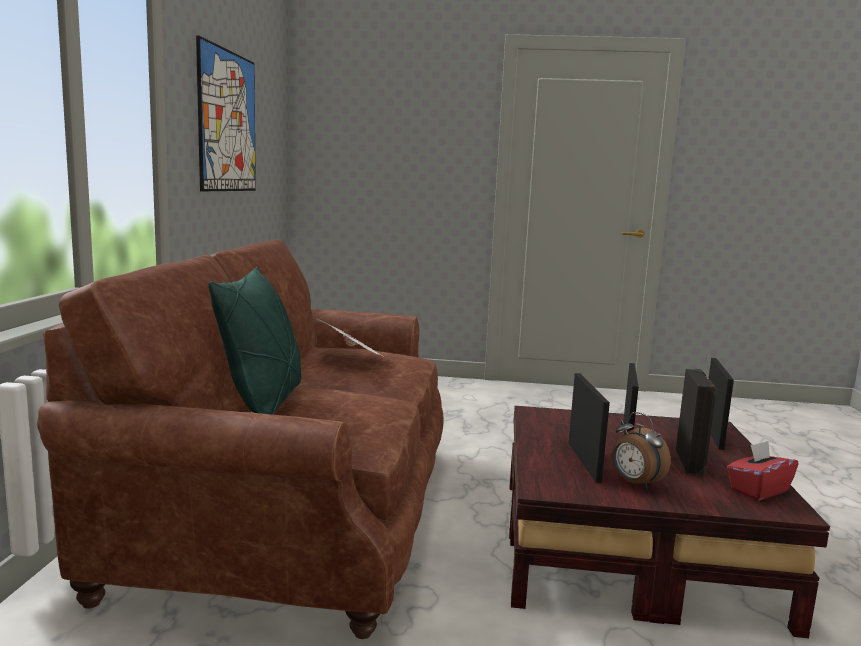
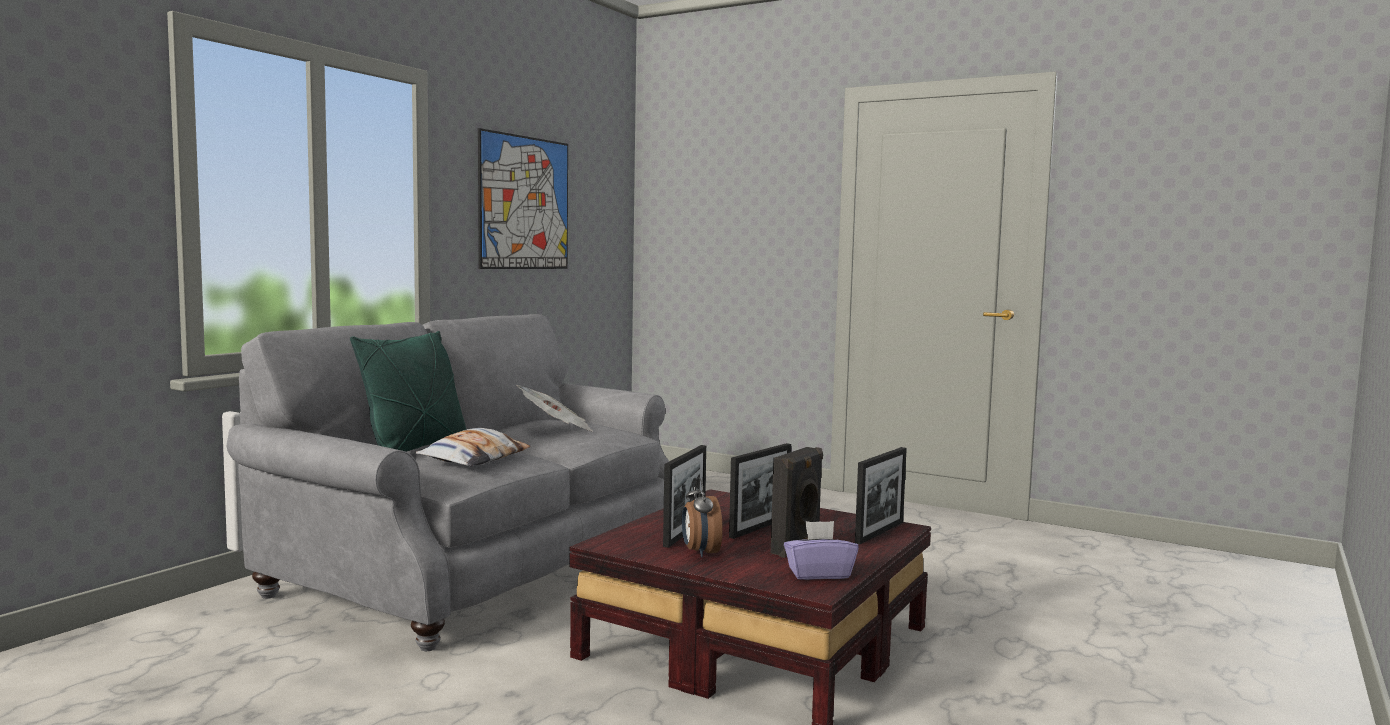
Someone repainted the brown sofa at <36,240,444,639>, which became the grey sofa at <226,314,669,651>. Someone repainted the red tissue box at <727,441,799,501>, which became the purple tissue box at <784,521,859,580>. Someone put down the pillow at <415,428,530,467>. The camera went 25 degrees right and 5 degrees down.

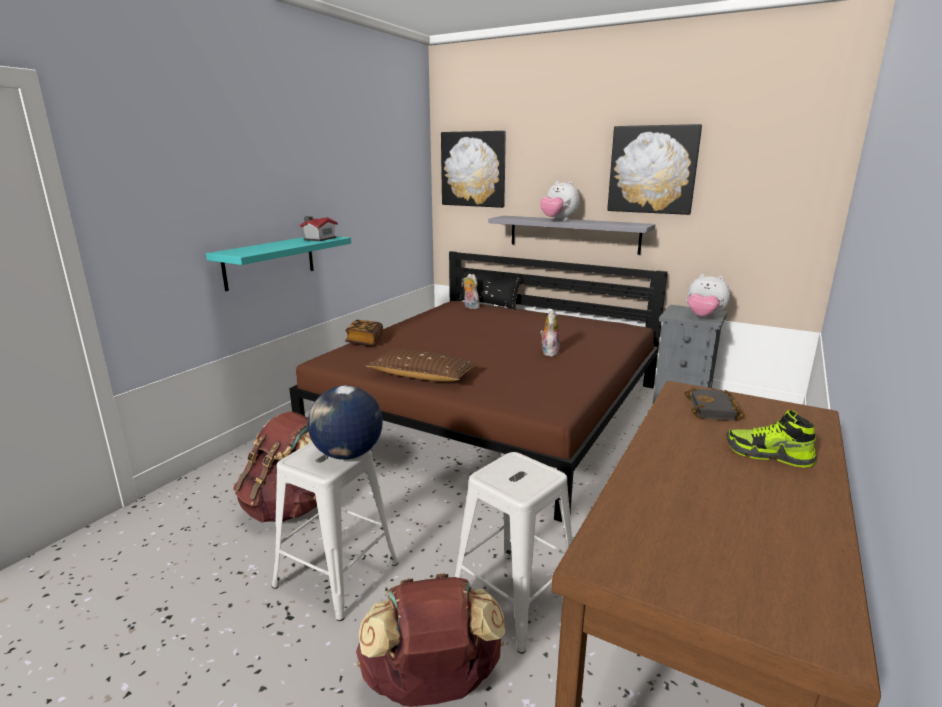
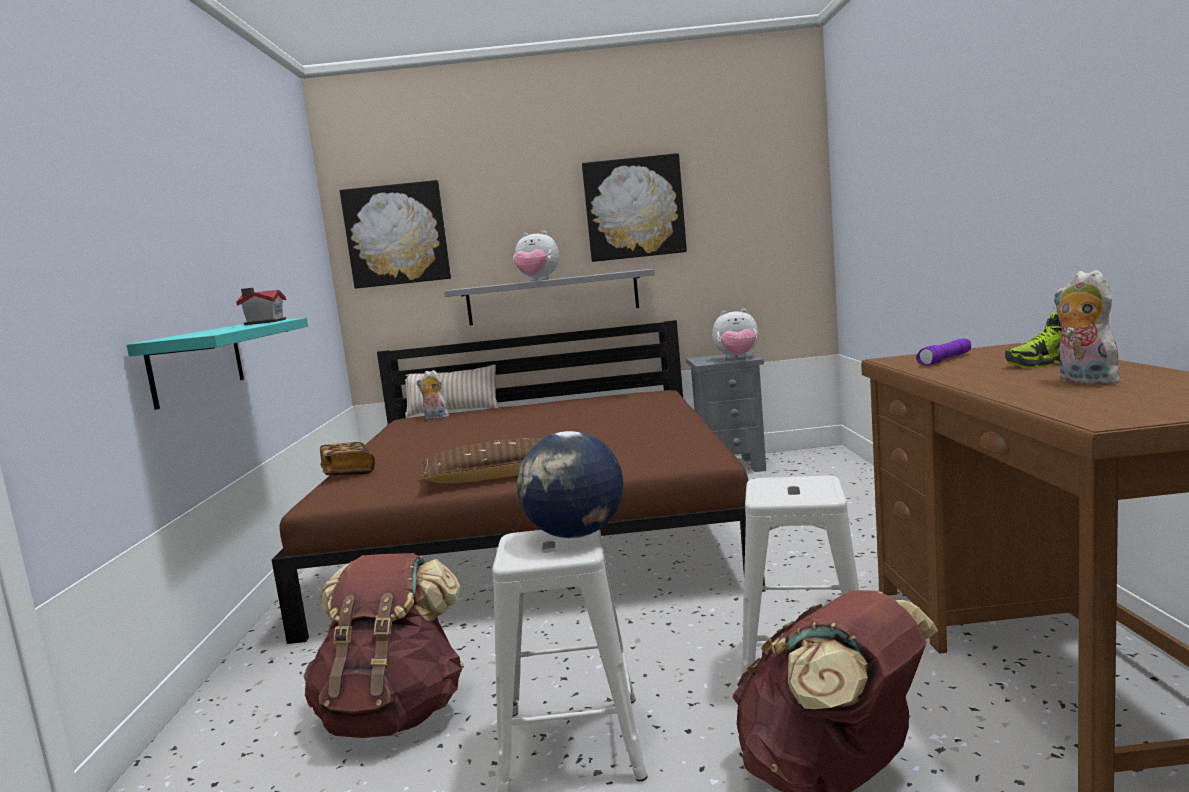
Someone repainted the black pillow at <458,271,522,310>, which became the beige pillow at <405,364,499,417>. Someone carried the plush toy from <540,309,560,357> to <1053,270,1122,385>. Someone swapped the black book at <684,388,744,421> for the purple flashlight at <916,338,971,365>. The camera went 30 degrees left and 10 degrees down.

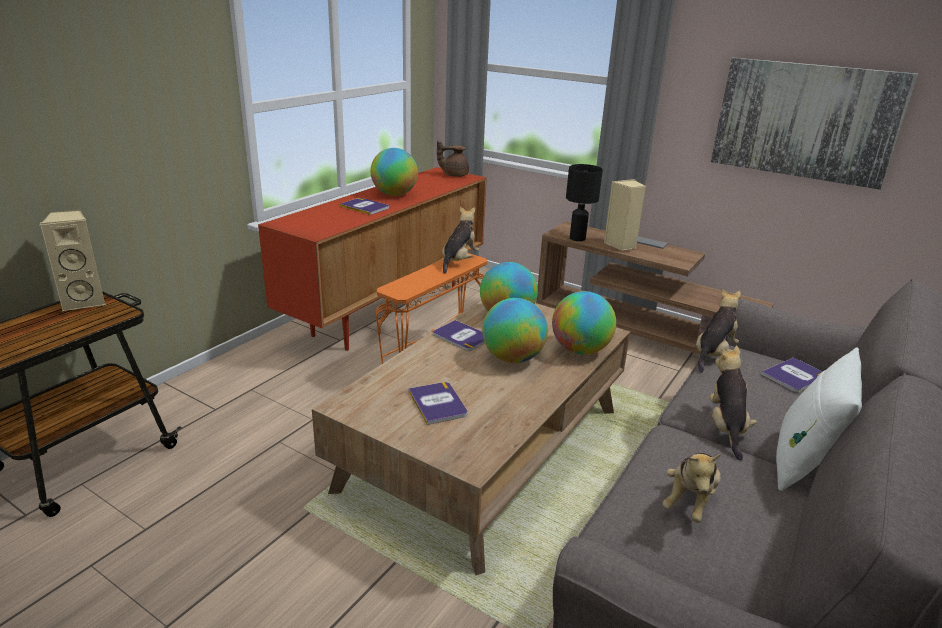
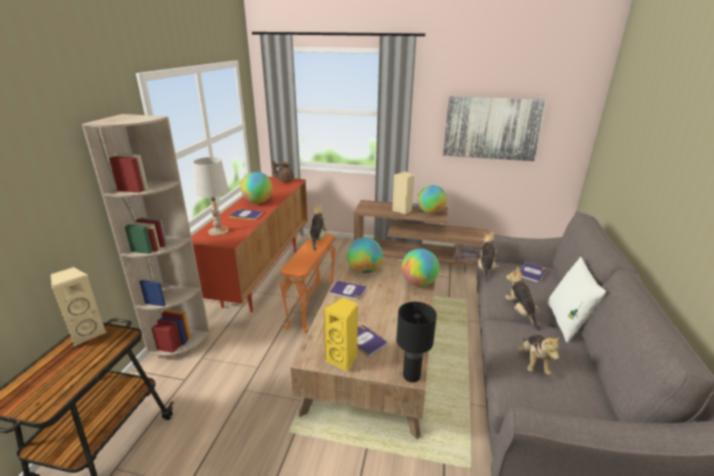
Someone carried the globe from <482,298,548,363> to <418,185,447,214>. Someone carried the black table lamp from <566,164,603,241> to <396,302,437,382>. Someone put down the beige bookcase at <82,114,210,356>. Someone put down the white table lamp at <193,157,229,236>. Someone put down the yellow speaker at <323,297,358,372>. The camera went 20 degrees left and 0 degrees up.

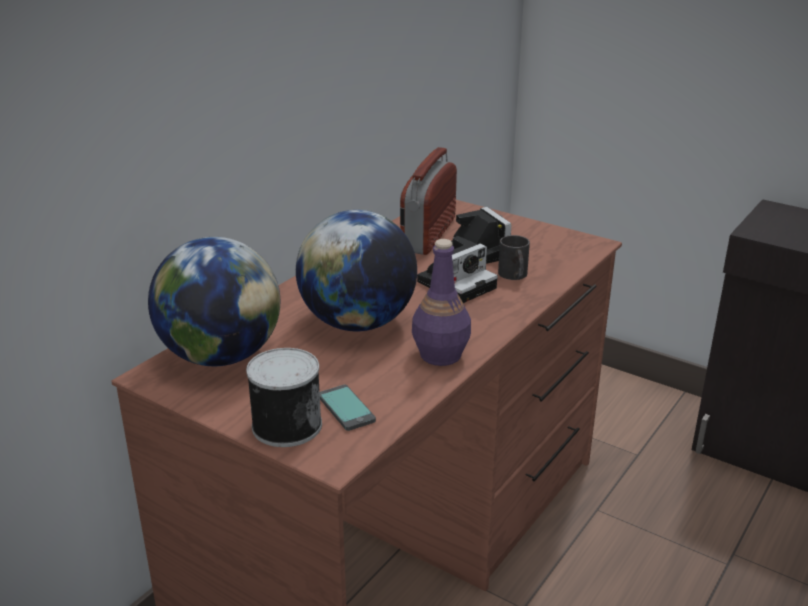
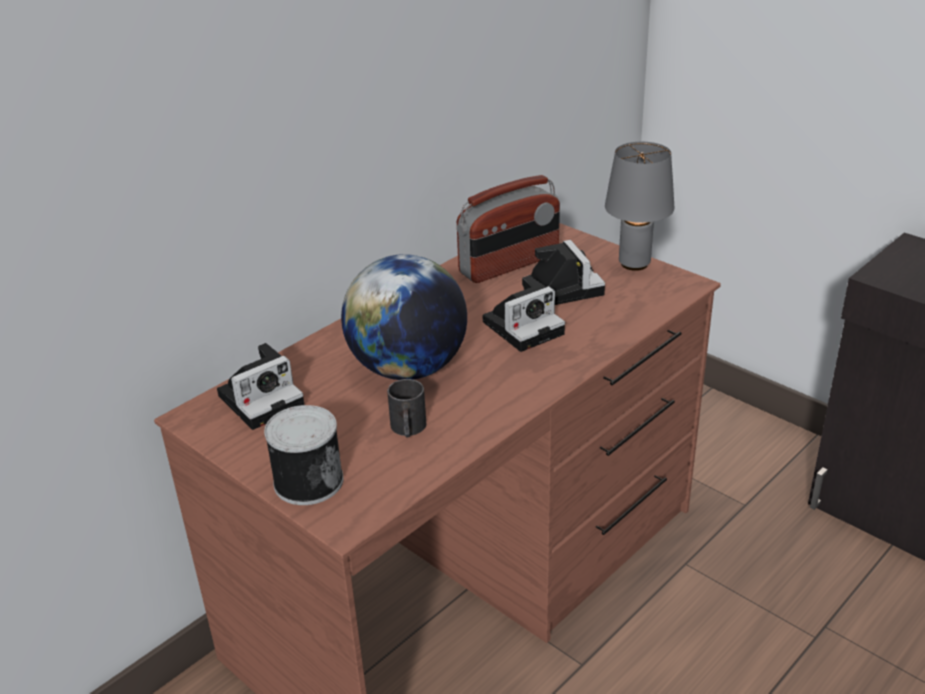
Someone swapped the globe at <148,237,280,366> for the photo camera at <217,343,304,430>. Someone took away the phone at <320,385,376,431>. Someone rotated the radio at <400,147,457,255> by 150 degrees counterclockwise. Someone took away the purple bottle at <412,239,471,366>. Someone carried the black mug from <498,235,530,280> to <387,379,426,438>. Someone put down the grey table lamp at <605,142,674,271>. The camera went 10 degrees right and 5 degrees up.

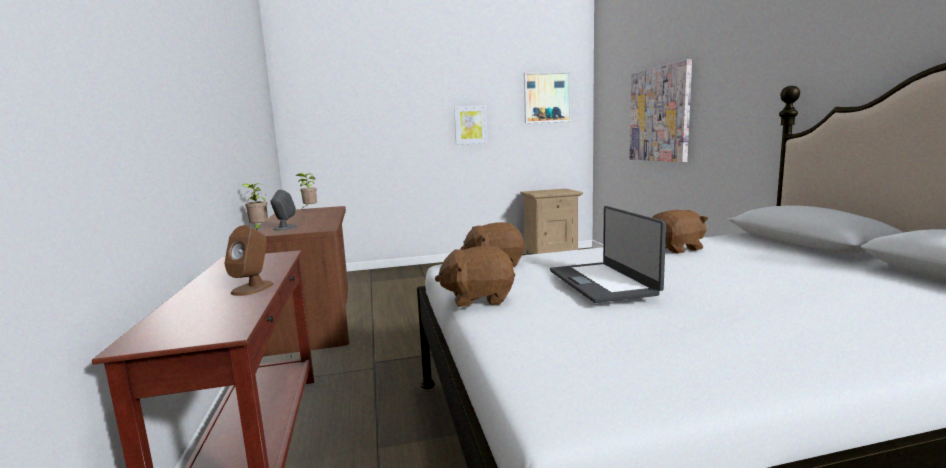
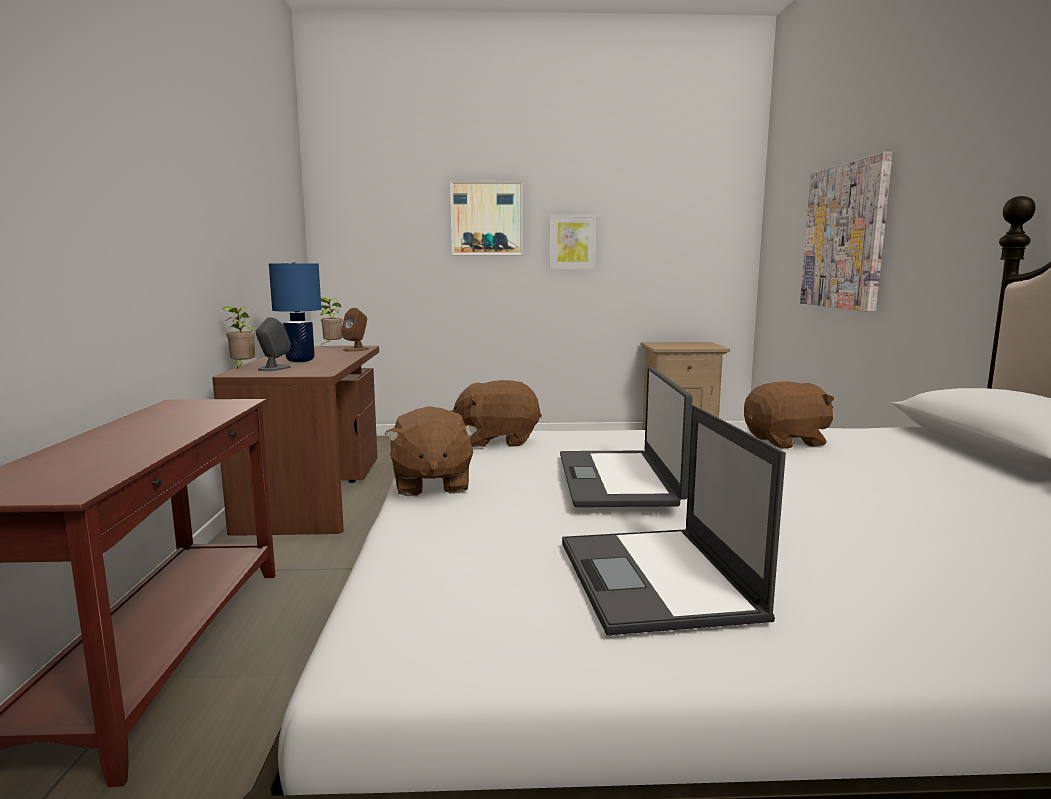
Someone carried the brown speaker from <224,225,273,296> to <341,308,369,352>. Someone rotated the brown plush toy at <435,246,515,307> by 105 degrees counterclockwise. Someone carried the picture from <524,72,571,123> to <450,180,523,255>. Someone put down the blue table lamp at <269,262,321,362>. Someone put down the laptop at <562,405,786,636>. The camera went 10 degrees right and 0 degrees up.

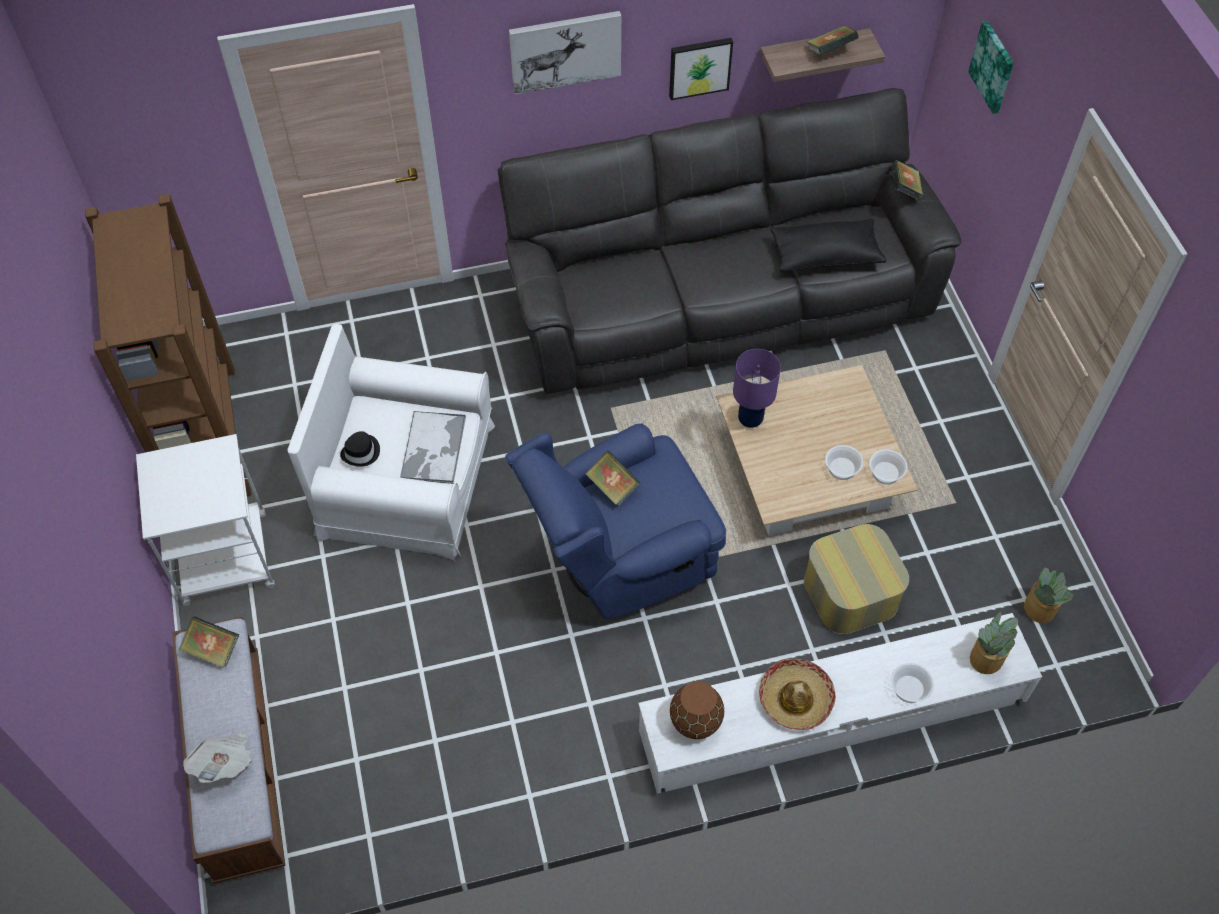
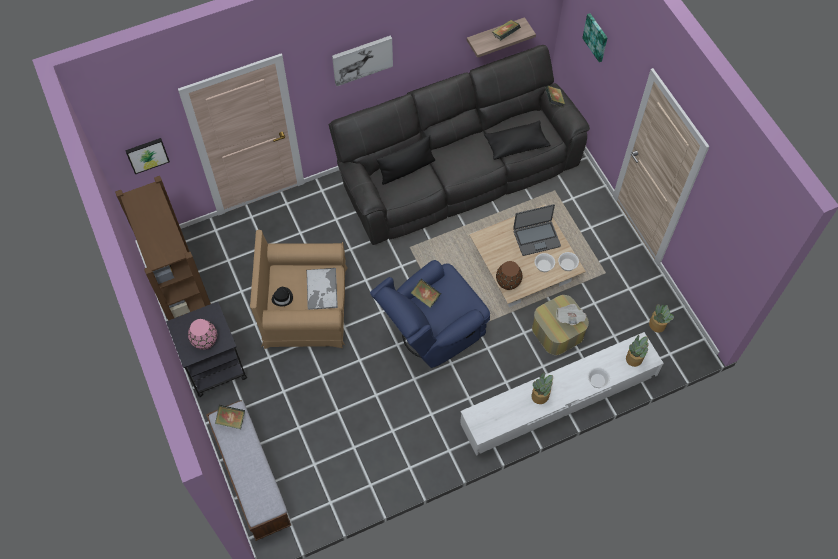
Someone repainted the white cart at <136,434,275,606>, which became the black cart at <166,302,247,398>. Someone carried the newspaper from <183,733,252,783> to <556,304,586,325>. Someone repainted the white armchair at <287,324,495,561>, which became the brown armchair at <250,230,348,349>. Someone carried the picture from <669,38,733,100> to <125,138,170,174>. Someone carried the brown vase from <670,681,724,739> to <496,261,522,290>. Someone took away the purple table lamp at <733,349,781,428>. Someone swapped the hat at <759,659,836,730> for the potted plant at <531,372,553,404>. Someone put down the pink vase at <188,319,217,349>. Someone put down the black pillow at <377,135,435,185>. Someone put down the laptop at <513,204,561,256>. The camera went 10 degrees left and 5 degrees up.

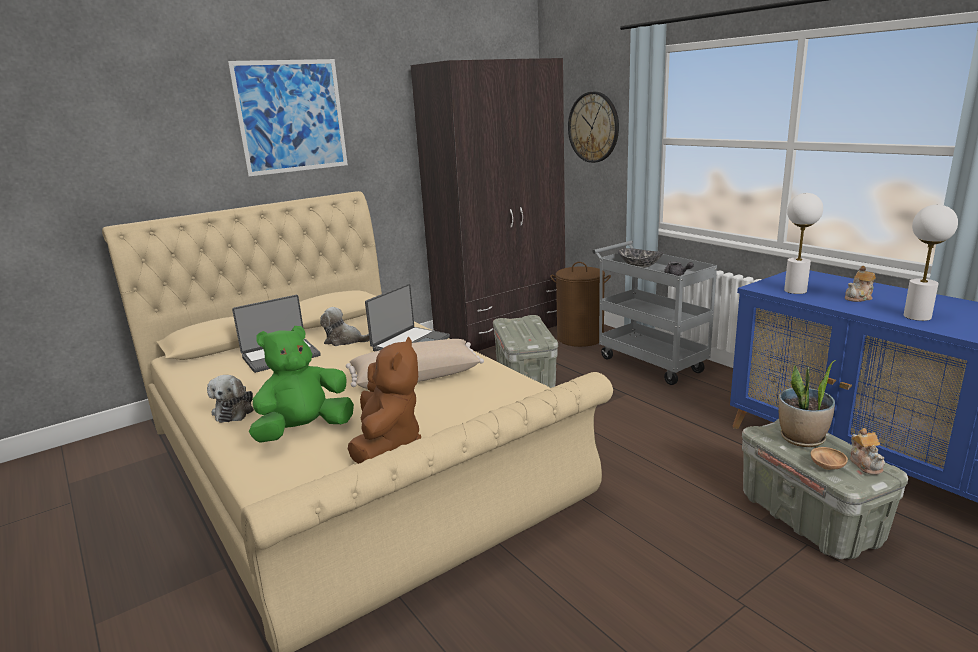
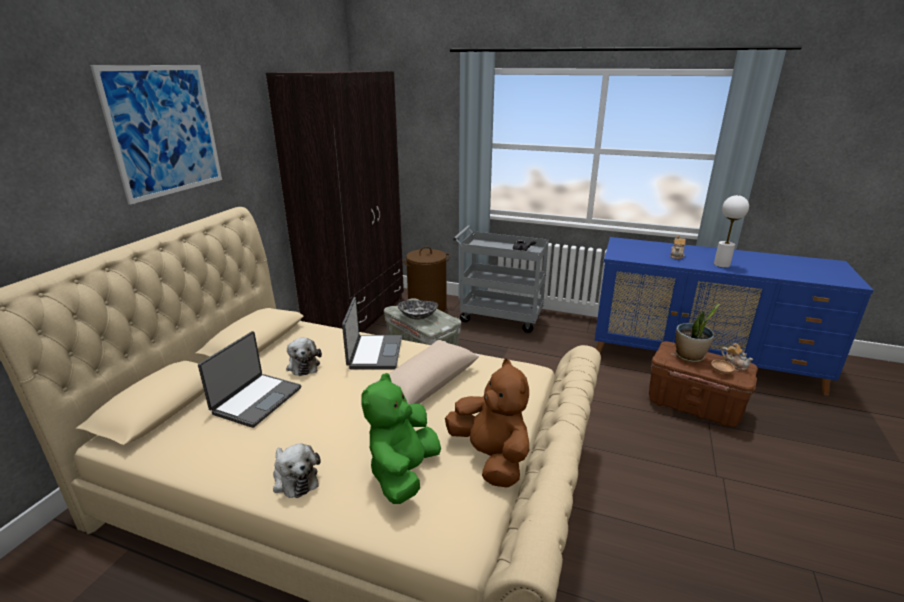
Someone rotated the plush toy at <320,307,370,346> by 90 degrees counterclockwise. Someone took away the wall clock at <568,92,619,163>. Someone carried the bowl from <618,248,663,268> to <398,300,438,320>. Someone repainted the grey storage box at <742,419,908,559>, which became the brown storage box at <649,341,758,427>. Someone took away the white table lamp at <784,193,823,294>. The camera went 35 degrees left and 5 degrees up.

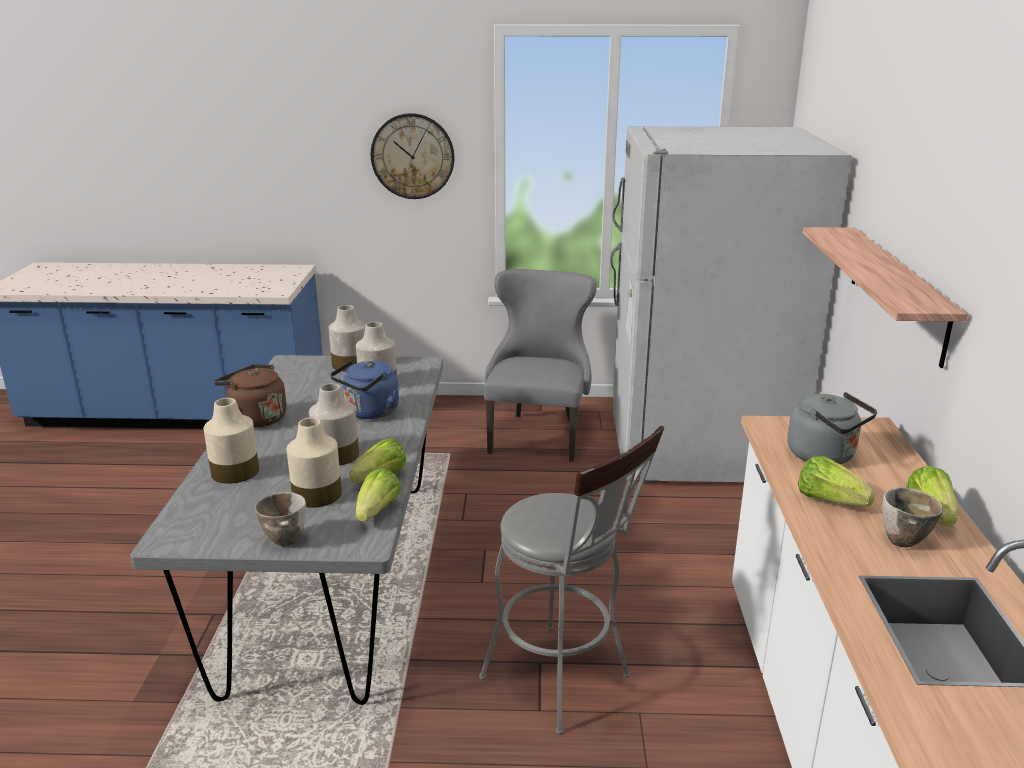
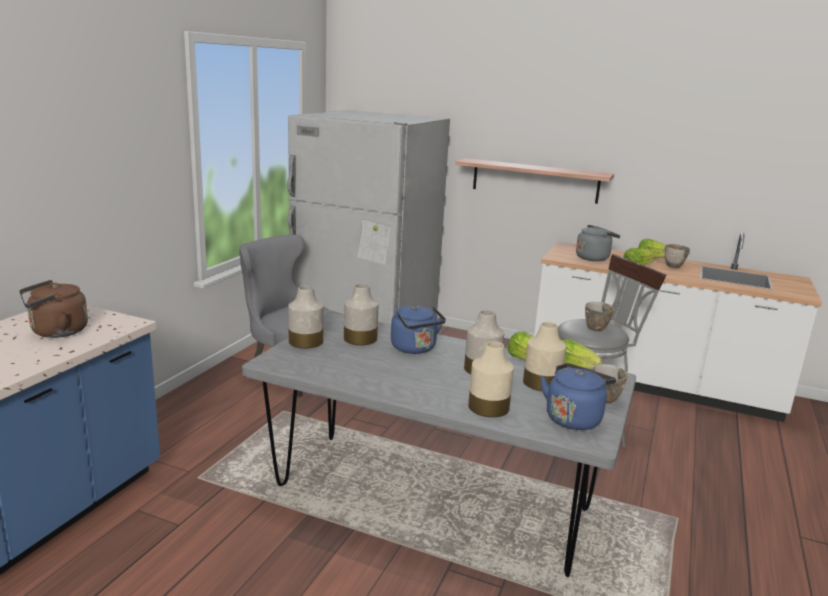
Someone carried the brown kettle from <214,364,287,428> to <19,280,88,338>. Someone took away the wall clock at <371,113,454,199>. Someone put down the blue kettle at <540,363,616,430>. Someone put down the bowl at <585,302,614,331>. The camera went 70 degrees left and 5 degrees down.

